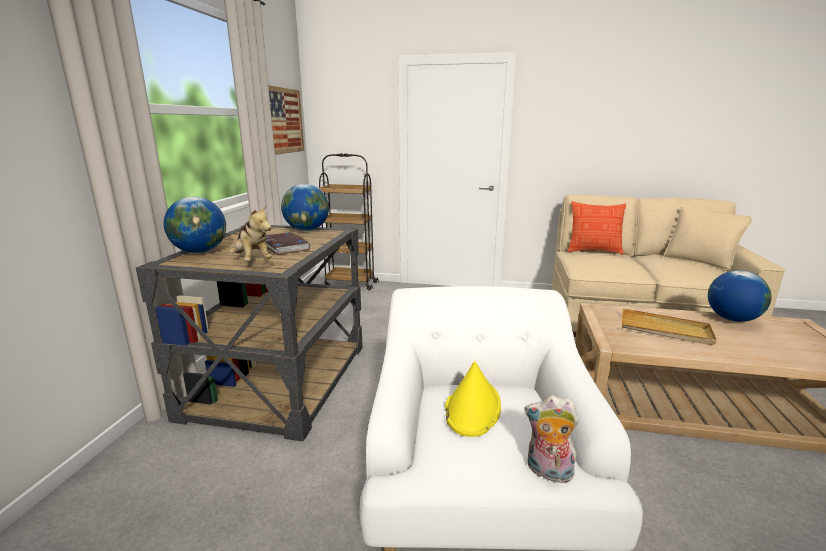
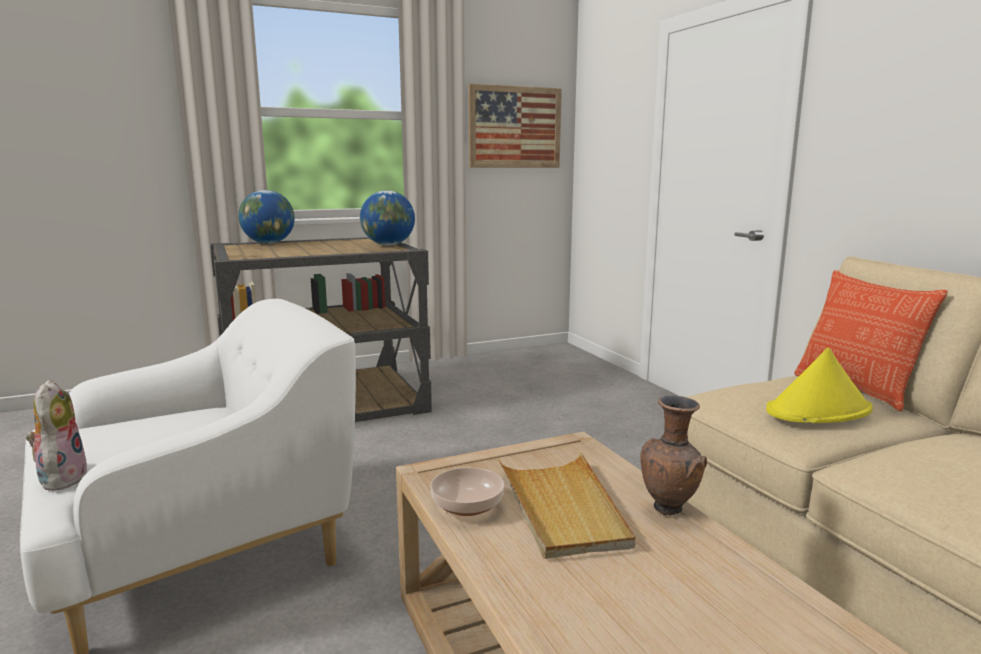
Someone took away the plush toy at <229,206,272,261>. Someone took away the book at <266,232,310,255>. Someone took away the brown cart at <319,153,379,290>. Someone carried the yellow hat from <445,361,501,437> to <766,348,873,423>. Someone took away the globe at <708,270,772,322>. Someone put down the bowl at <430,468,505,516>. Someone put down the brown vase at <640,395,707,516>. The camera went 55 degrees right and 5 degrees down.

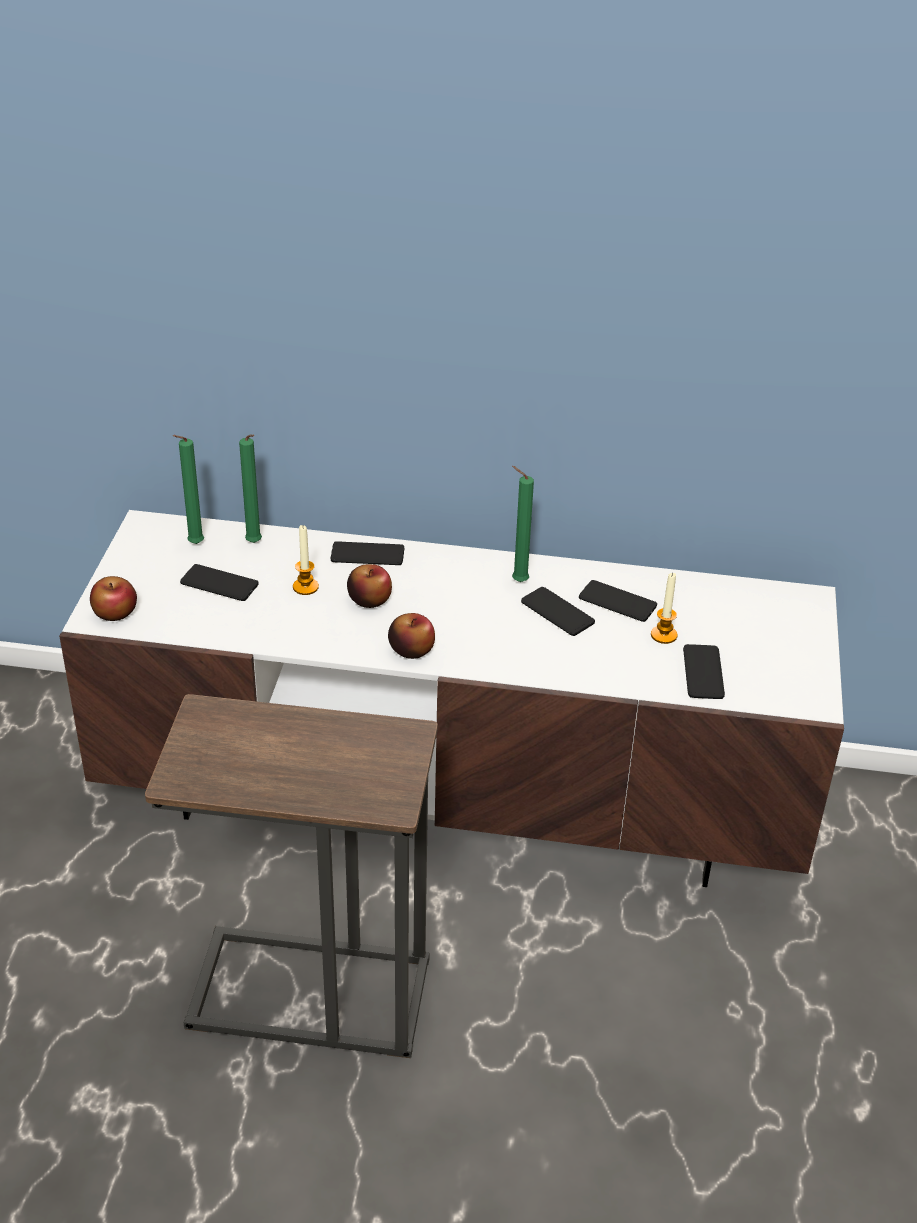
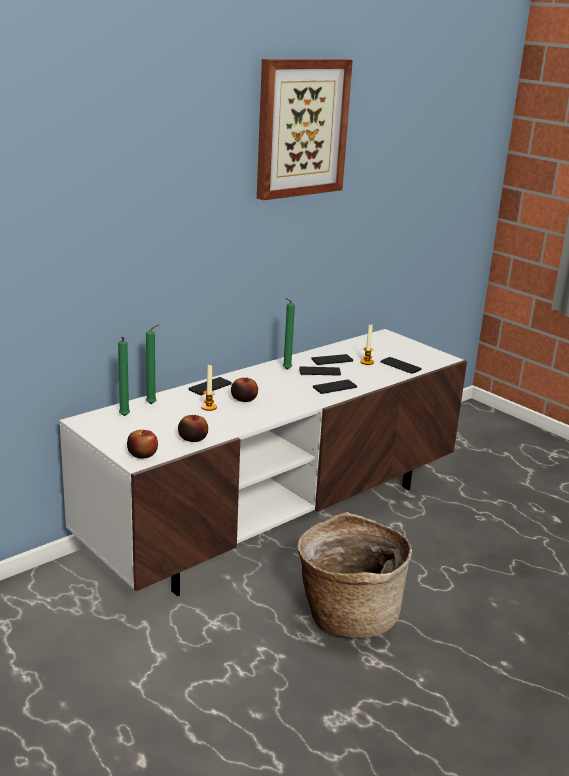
Someone swapped the brown side table at <145,694,438,1058> for the basket at <298,512,412,638>. Someone carried the phone from <180,564,259,601> to <313,379,357,394>. Someone carried the apple from <388,613,435,659> to <178,415,208,442>. Someone put up the picture at <257,59,353,200>. The camera went 50 degrees left and 15 degrees down.

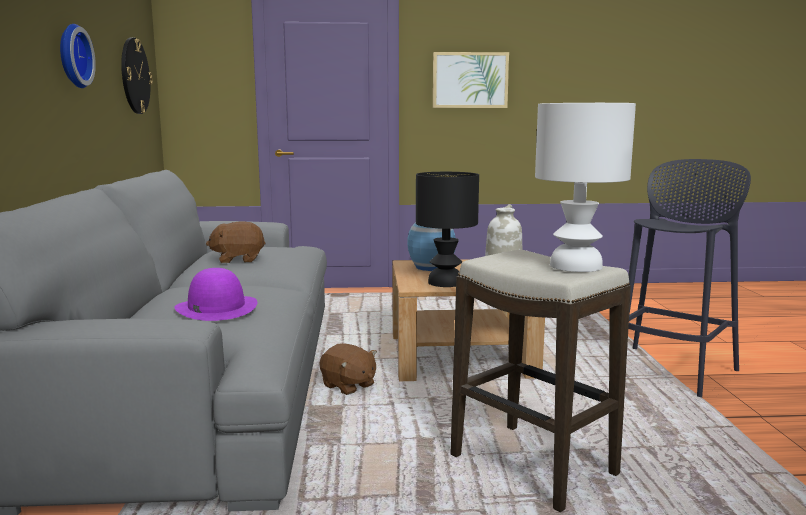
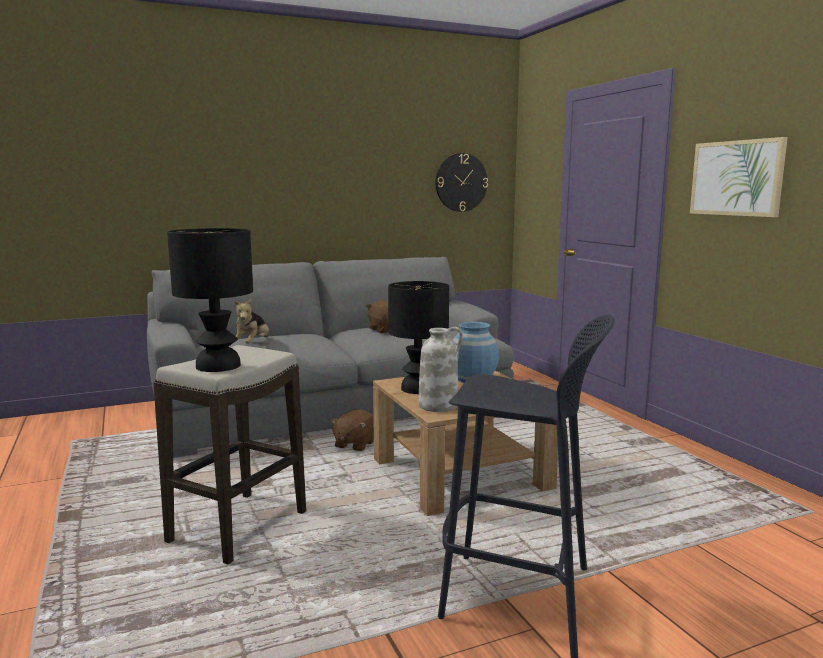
Someone took away the wall clock at <60,24,96,88>. Someone swapped the purple hat at <174,268,257,321> for the plush toy at <235,299,269,344>. Someone repainted the white table lamp at <535,103,636,272>, which became the black table lamp at <167,228,253,372>. The camera went 70 degrees right and 0 degrees up.

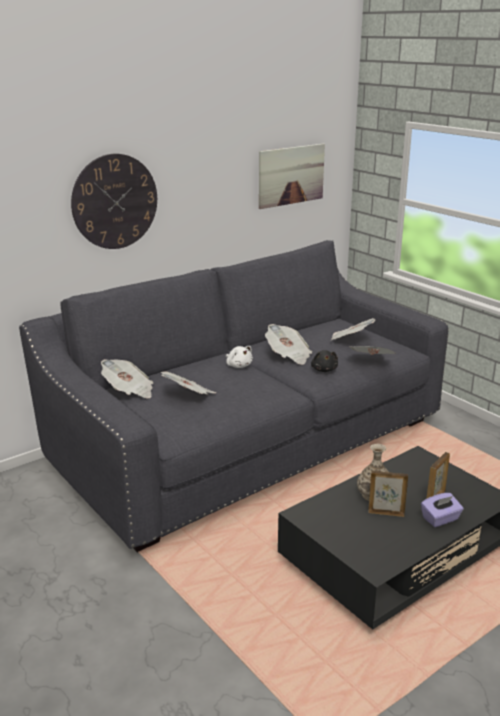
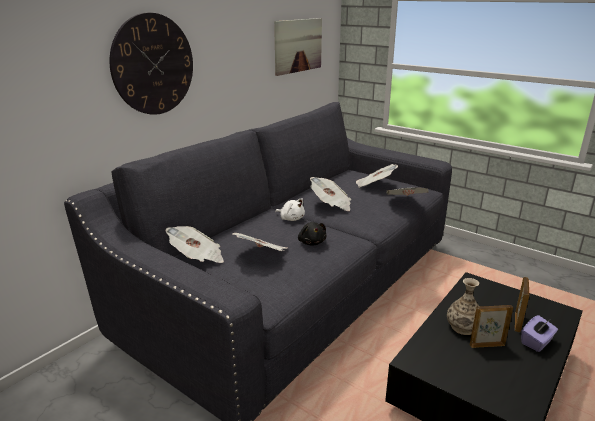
Someone carried the black plush toy from <311,350,338,372> to <298,222,326,246>. The camera went 15 degrees left and 0 degrees up.

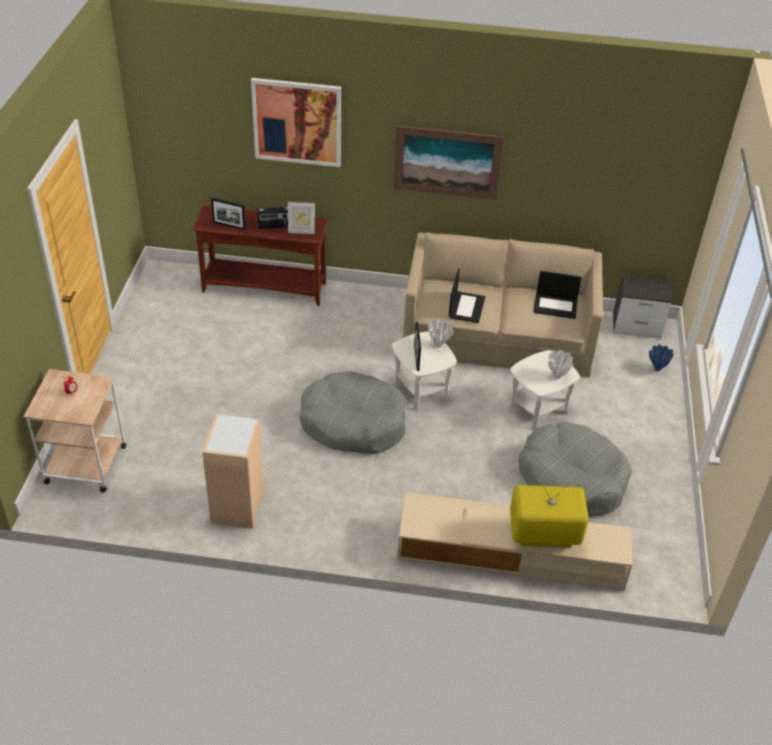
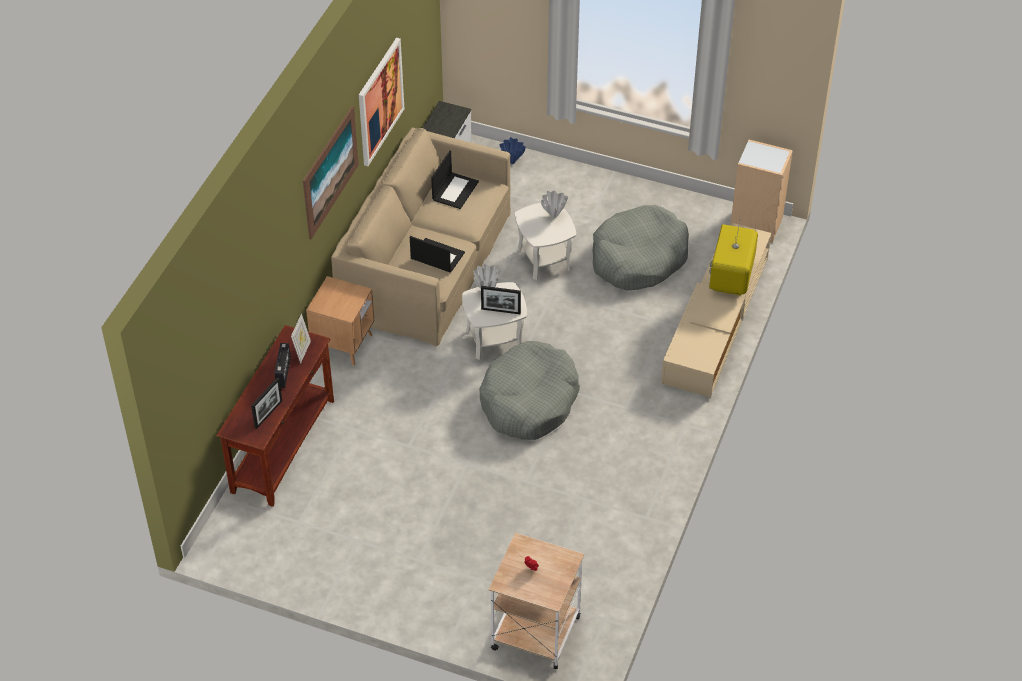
Someone carried the bookcase from <202,414,264,529> to <730,140,793,243>. Someone carried the picture from <251,78,341,167> to <359,38,404,166>. Someone put down the brown side table at <306,276,375,366>. The camera went 75 degrees left and 5 degrees up.

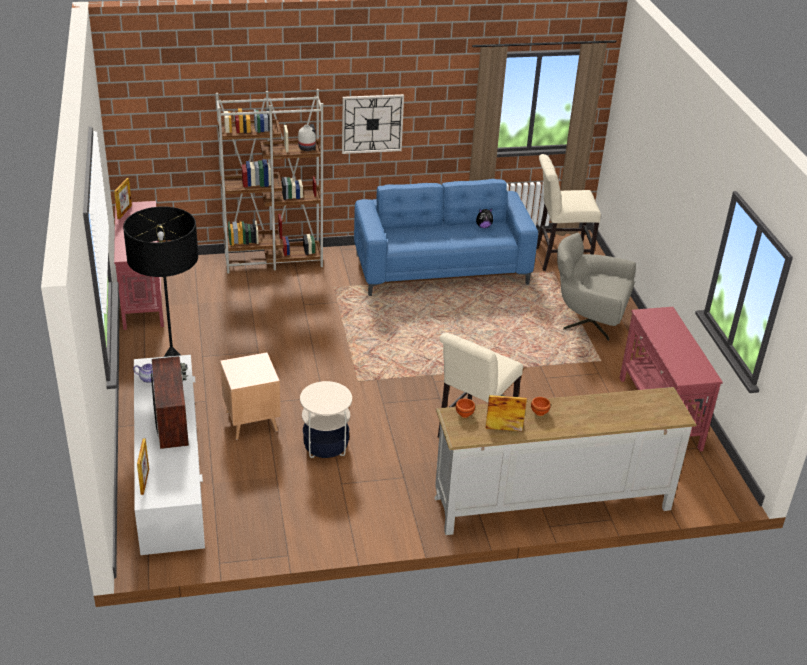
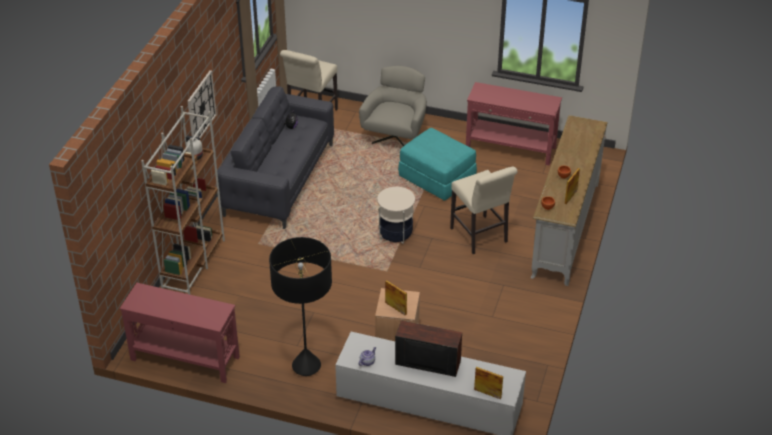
Someone carried the picture frame from <114,178,132,219> to <385,280,407,315>. Someone carried the beige side table from <300,381,352,458> to <377,187,415,244>. Someone repainted the blue sofa at <354,179,538,296>, which became the grey sofa at <217,87,334,229>. Someone rotated the grey armchair at <557,233,636,341> by 150 degrees clockwise. Someone put down the turquoise ottoman at <398,128,477,201>. The camera went 60 degrees left and 5 degrees up.

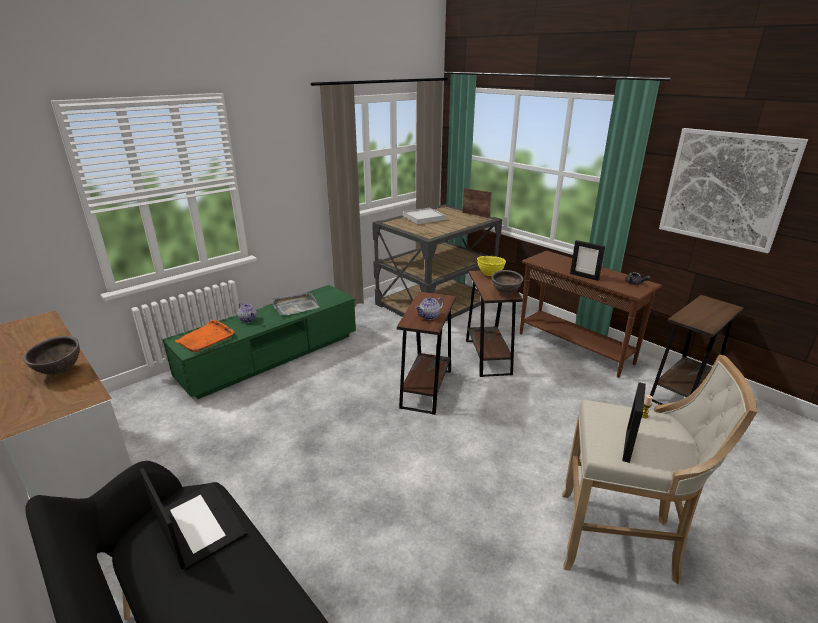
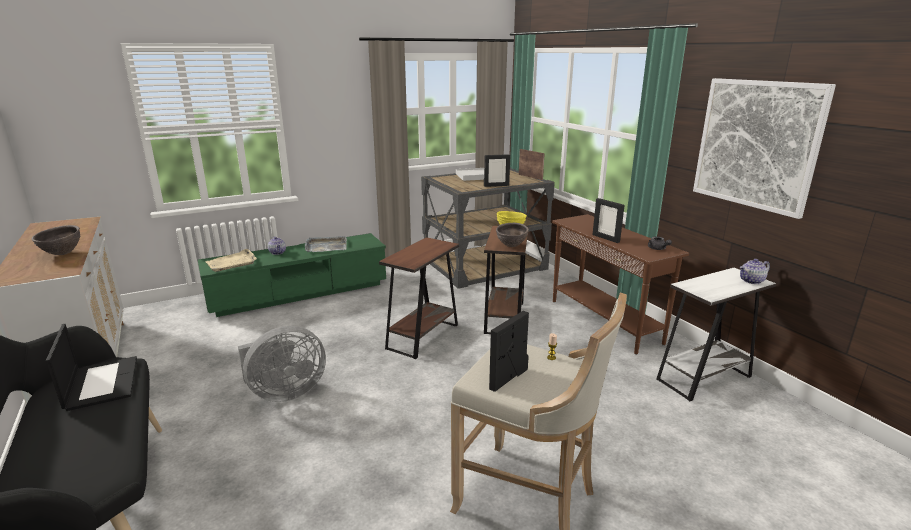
Someone repainted the orange tray at <175,320,234,353>, which became the beige tray at <205,249,257,272>. Someone carried the teapot from <415,297,444,320> to <739,259,770,284>. Someone repainted the brown side table at <650,295,744,405>, which became the white side table at <657,268,776,401>. Someone put down the grey fan at <238,326,326,402>. Someone put down the picture frame at <484,154,510,187>. The camera went 15 degrees right and 5 degrees down.

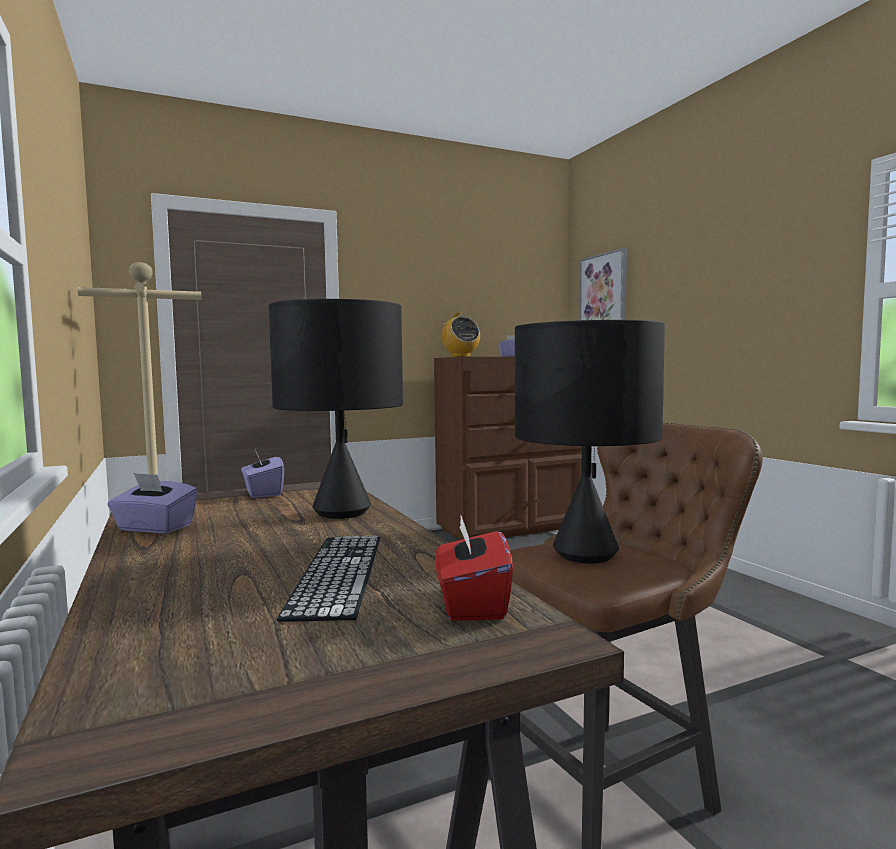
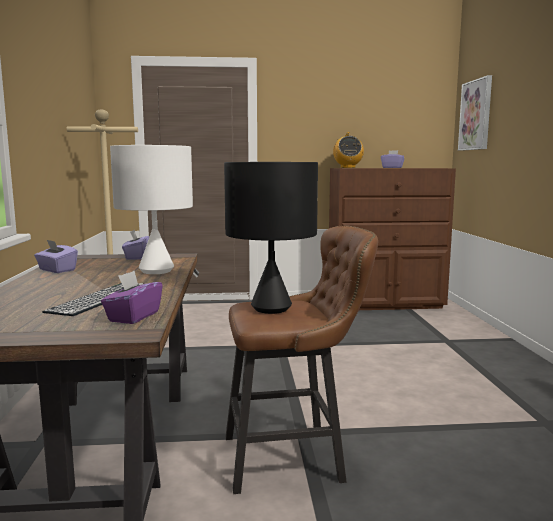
Someone repainted the black table lamp at <269,299,403,519>, which became the white table lamp at <110,145,193,274>. Someone repainted the red tissue box at <435,516,513,621>, which became the purple tissue box at <101,271,163,324>. The camera went 20 degrees right and 5 degrees up.

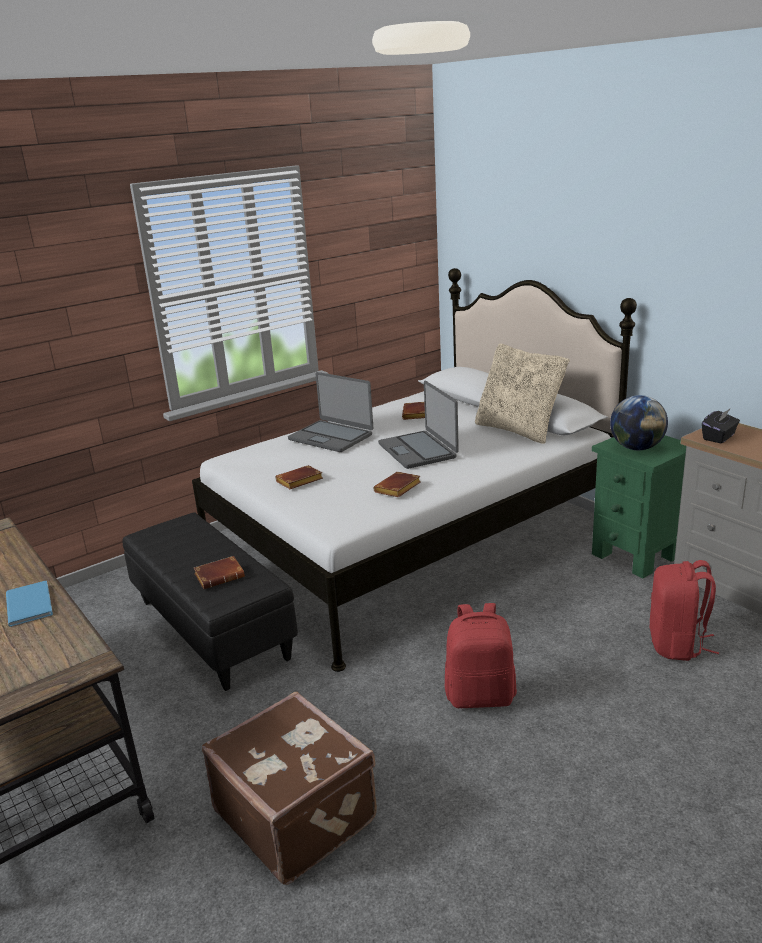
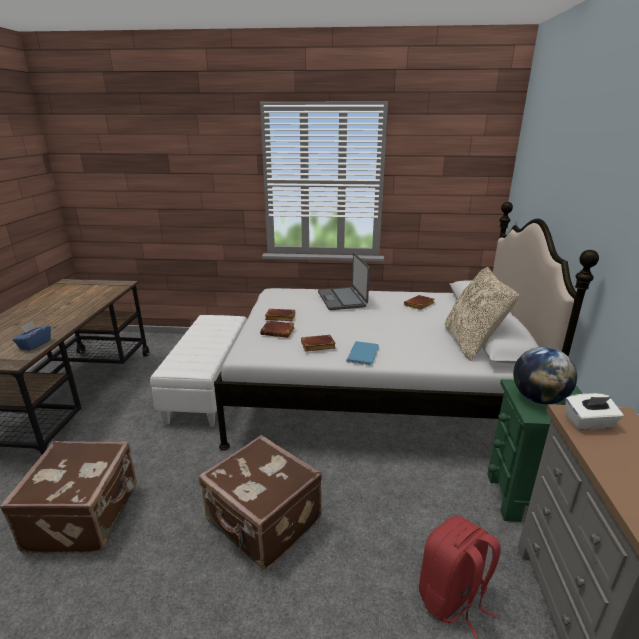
Someone carried the blue book from <6,581,53,627> to <346,341,379,365>. Someone repainted the black ottoman at <123,512,298,691>, which became the white ottoman at <150,315,247,427>. Someone carried the brown book from <194,556,245,589> to <260,321,295,338>. Someone took away the laptop at <378,381,459,469>. Someone swapped the red backpack at <445,603,517,708> for the brown suitcase at <199,435,322,570>. Someone repainted the black tissue box at <702,408,740,443>, which became the white tissue box at <565,393,624,430>. Someone put down the blue tissue box at <13,321,51,351>. The camera went 40 degrees right and 0 degrees up.

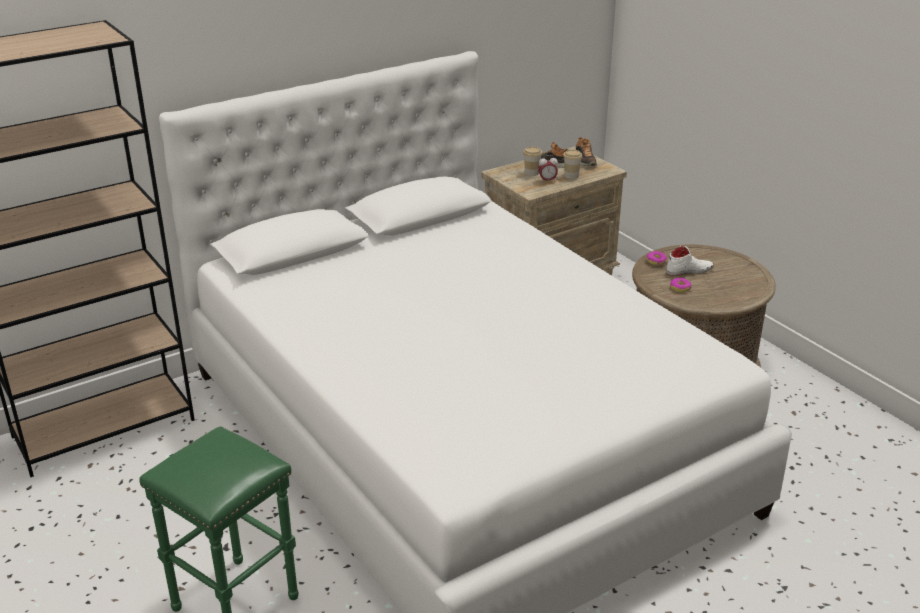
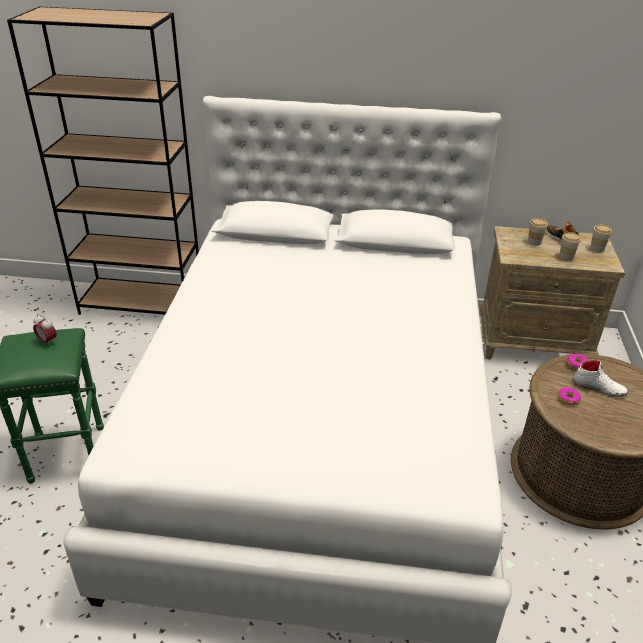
Someone carried the alarm clock from <538,155,558,183> to <33,314,57,345>. Someone swapped the shoe at <576,137,597,166> for the cup at <590,225,612,253>. The camera went 40 degrees right and 5 degrees up.

